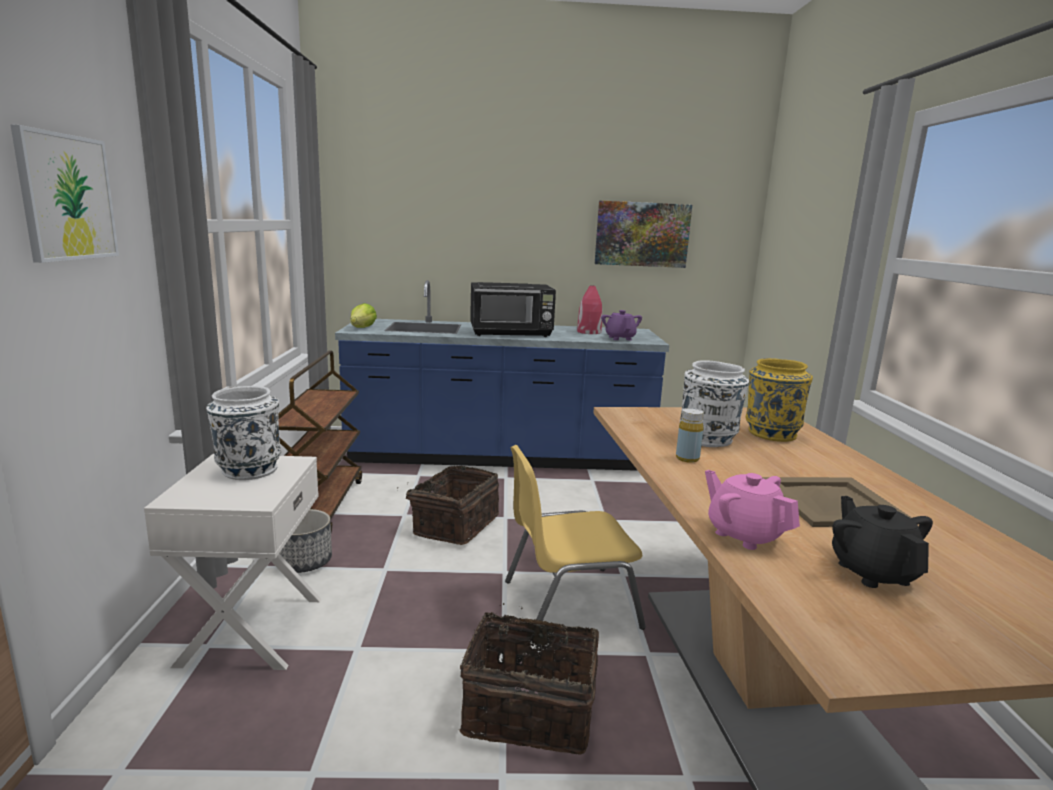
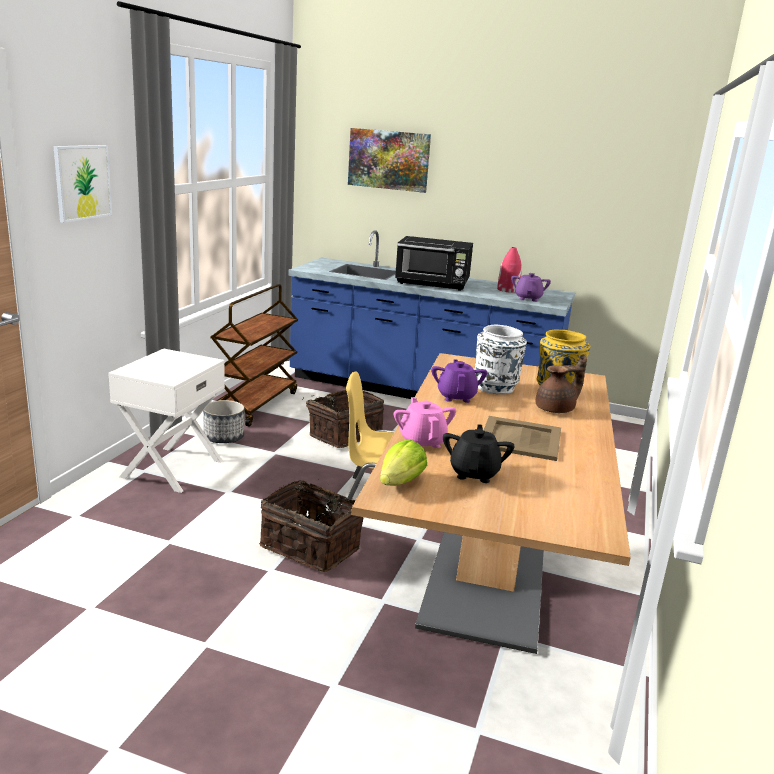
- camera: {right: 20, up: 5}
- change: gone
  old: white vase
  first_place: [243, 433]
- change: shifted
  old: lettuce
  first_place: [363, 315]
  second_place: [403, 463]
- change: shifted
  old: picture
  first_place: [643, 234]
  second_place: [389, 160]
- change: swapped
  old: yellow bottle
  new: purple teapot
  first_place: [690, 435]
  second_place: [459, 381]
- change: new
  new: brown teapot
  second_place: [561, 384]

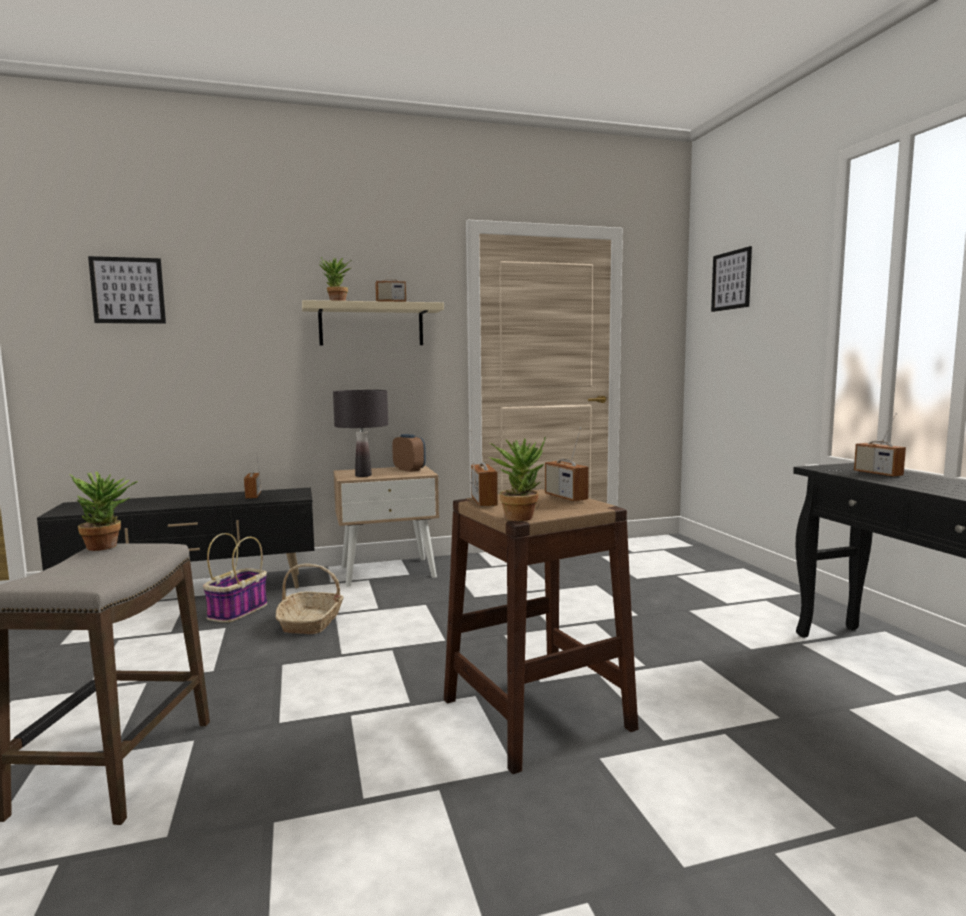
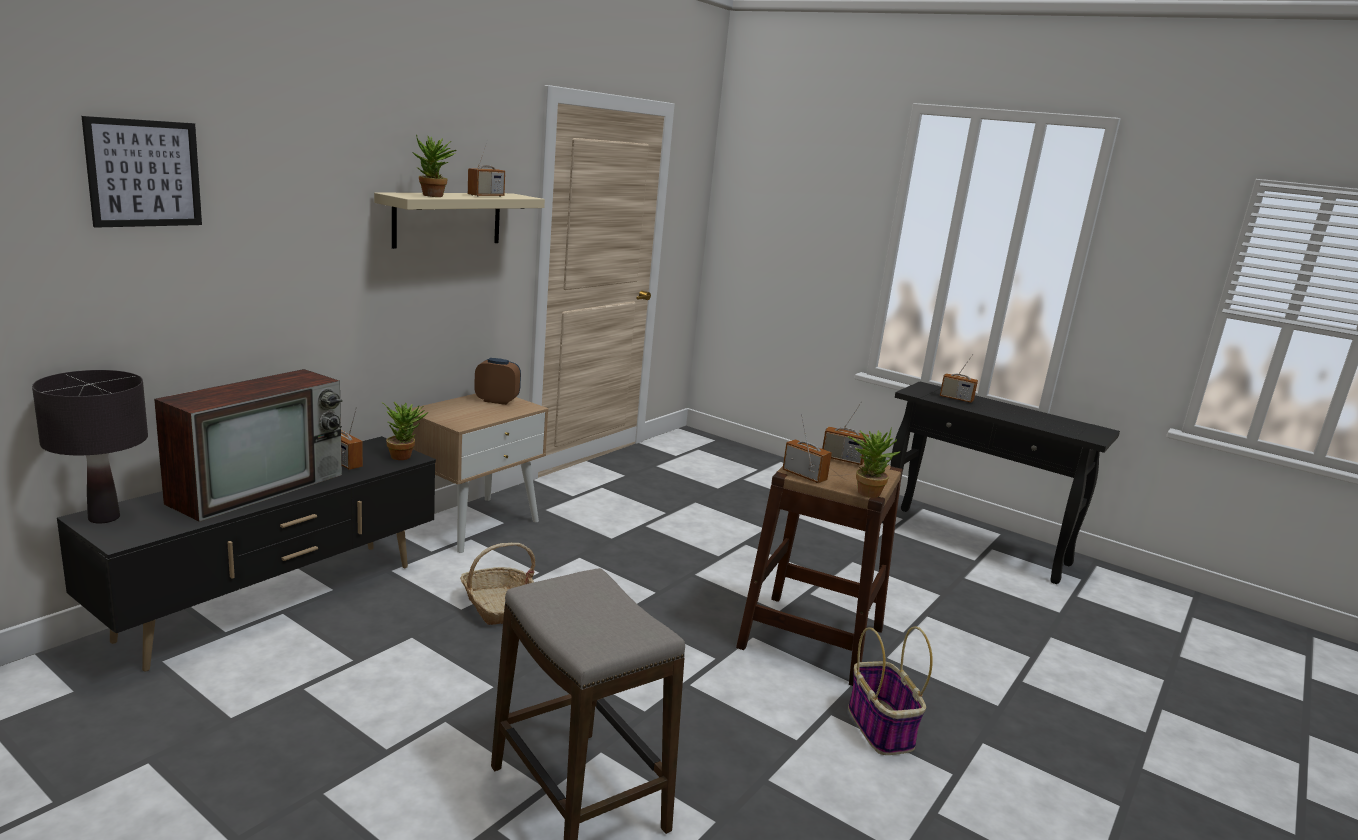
- camera: {right: -40, up: 10}
- change: shifted
  old: potted plant
  first_place: [104, 511]
  second_place: [405, 431]
- change: shifted
  old: basket
  first_place: [235, 578]
  second_place: [890, 690]
- change: shifted
  old: black table lamp
  first_place: [360, 433]
  second_place: [90, 447]
- change: gone
  old: picture
  first_place: [731, 279]
- change: new
  new: television
  second_place: [248, 445]

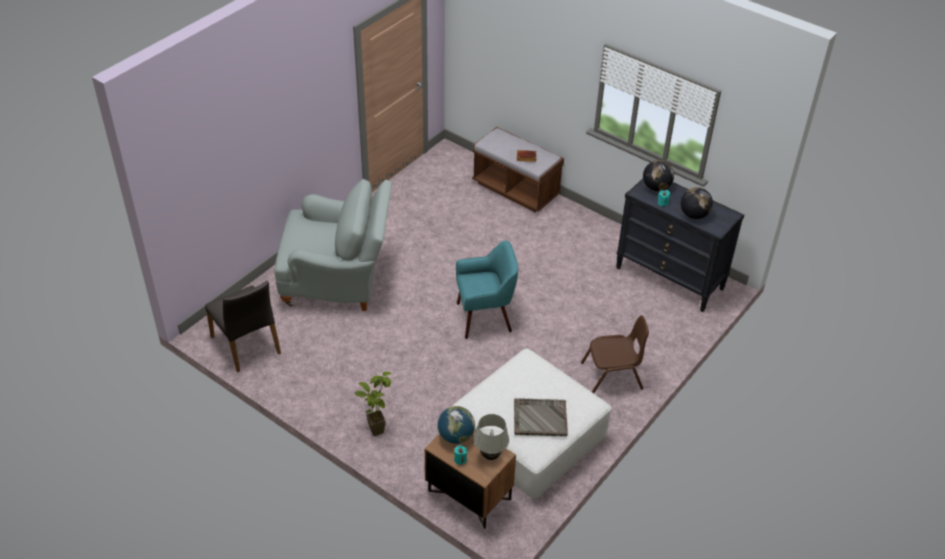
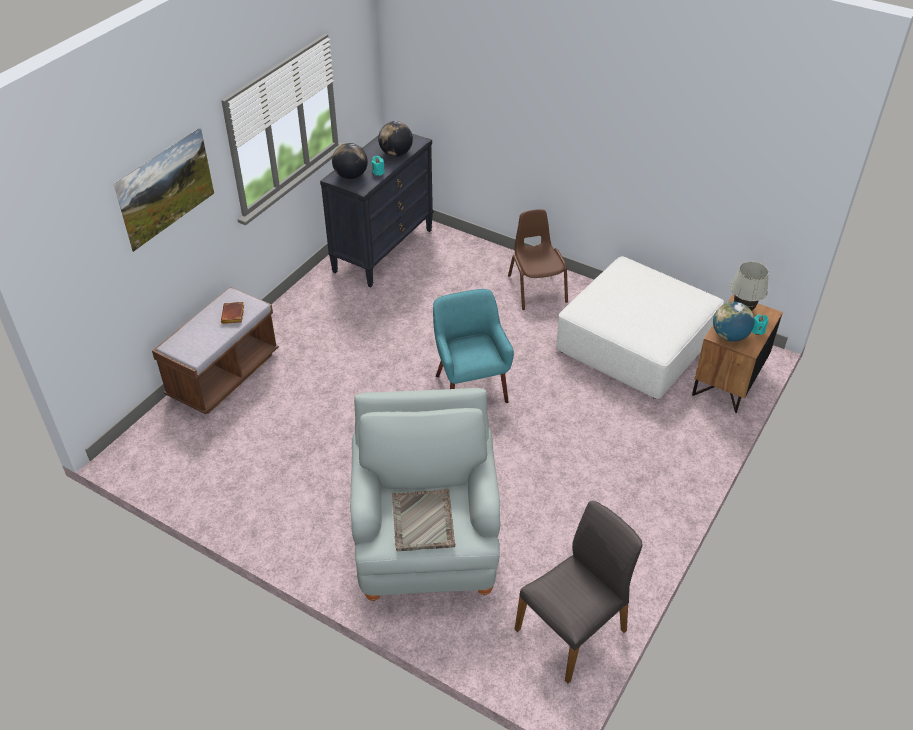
- camera: {right: -95, up: 0}
- change: gone
  old: potted plant
  first_place: [373, 404]
- change: shifted
  old: grey tray
  first_place: [541, 417]
  second_place: [423, 520]
- change: new
  new: picture
  second_place: [164, 189]

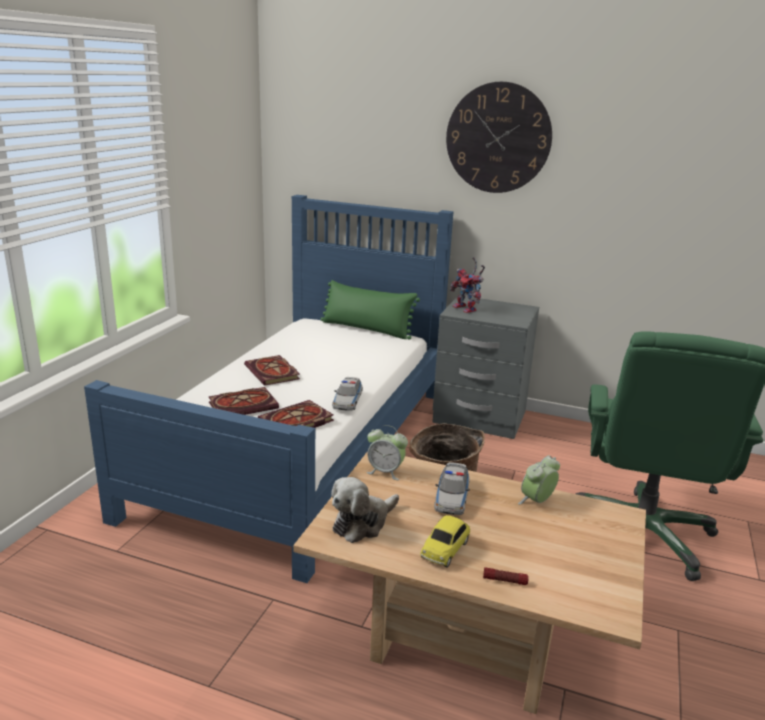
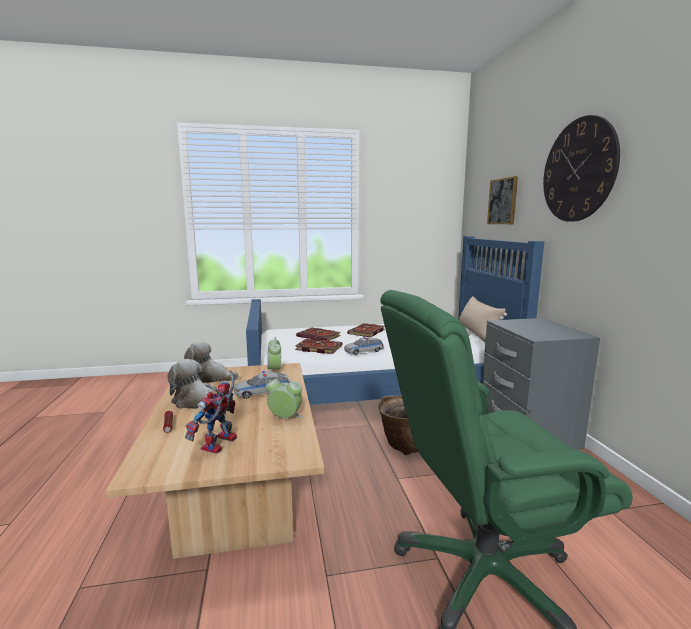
- camera: {right: 60, up: -10}
- change: repainted
  old: green pillow
  new: beige pillow
  first_place: [370, 310]
  second_place: [483, 319]
- change: swapped
  old: toy car
  new: plush toy
  first_place: [445, 541]
  second_place: [191, 384]
- change: shifted
  old: toy robot
  first_place: [467, 285]
  second_place: [211, 412]
- change: new
  new: picture
  second_place: [502, 200]

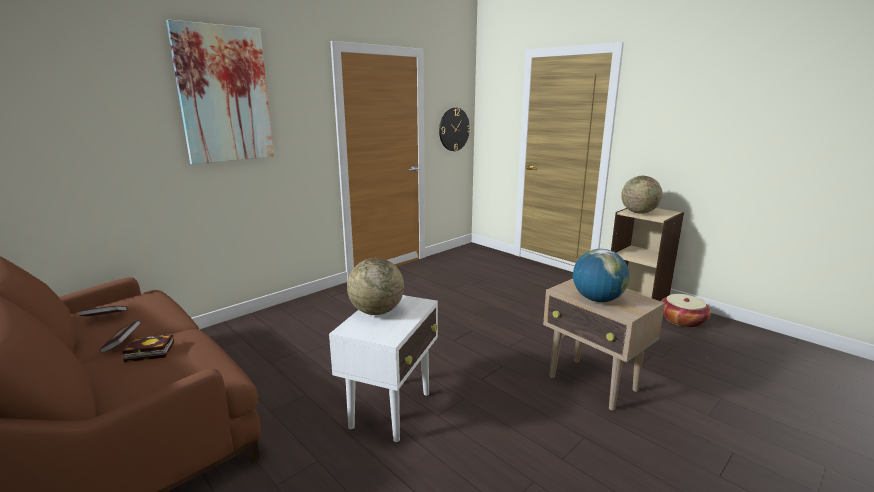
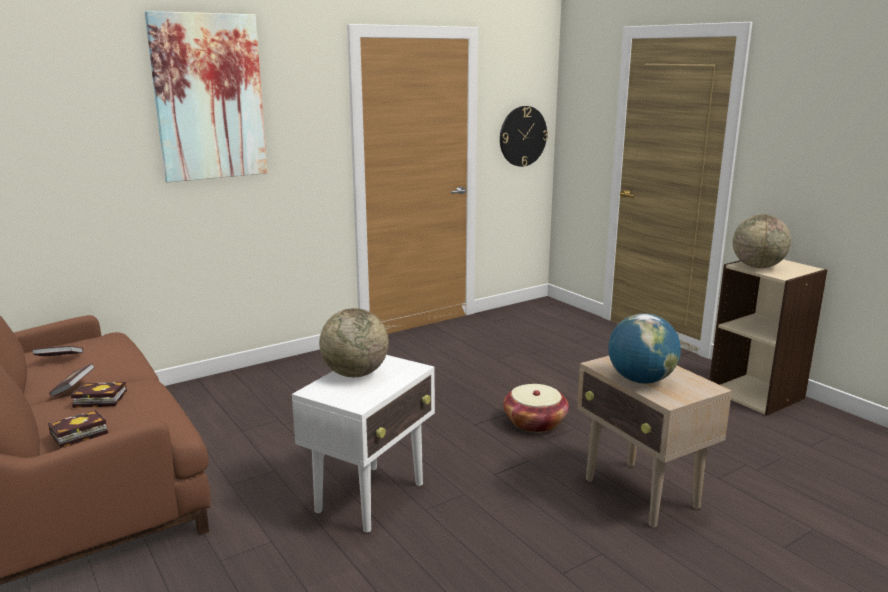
- camera: {right: 10, up: 0}
- change: shifted
  old: basket
  first_place: [686, 311]
  second_place: [536, 408]
- change: new
  new: book
  second_place: [78, 429]

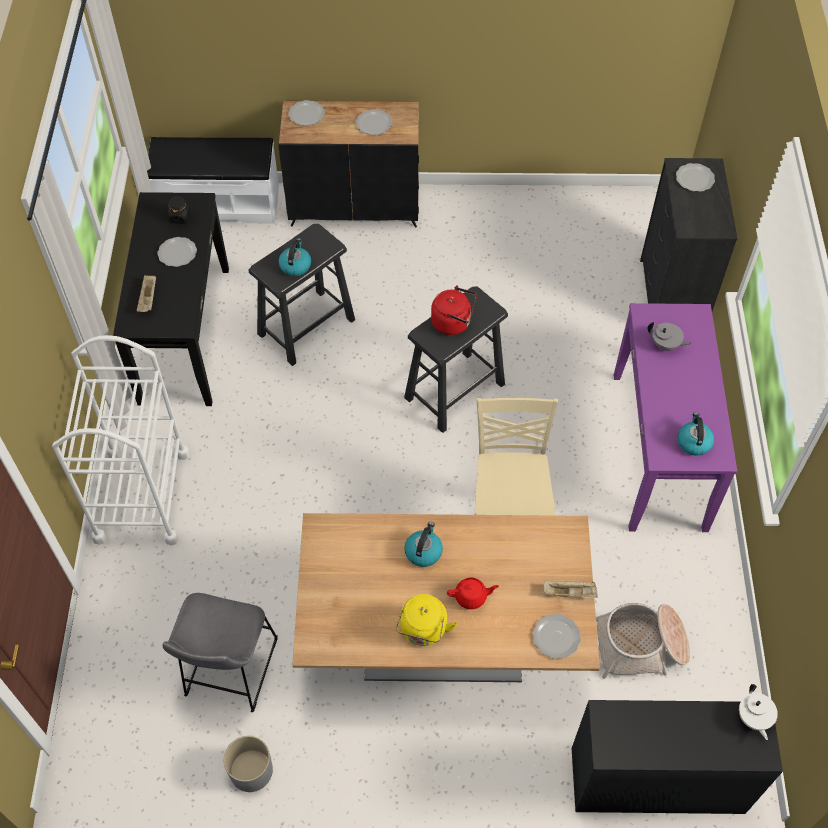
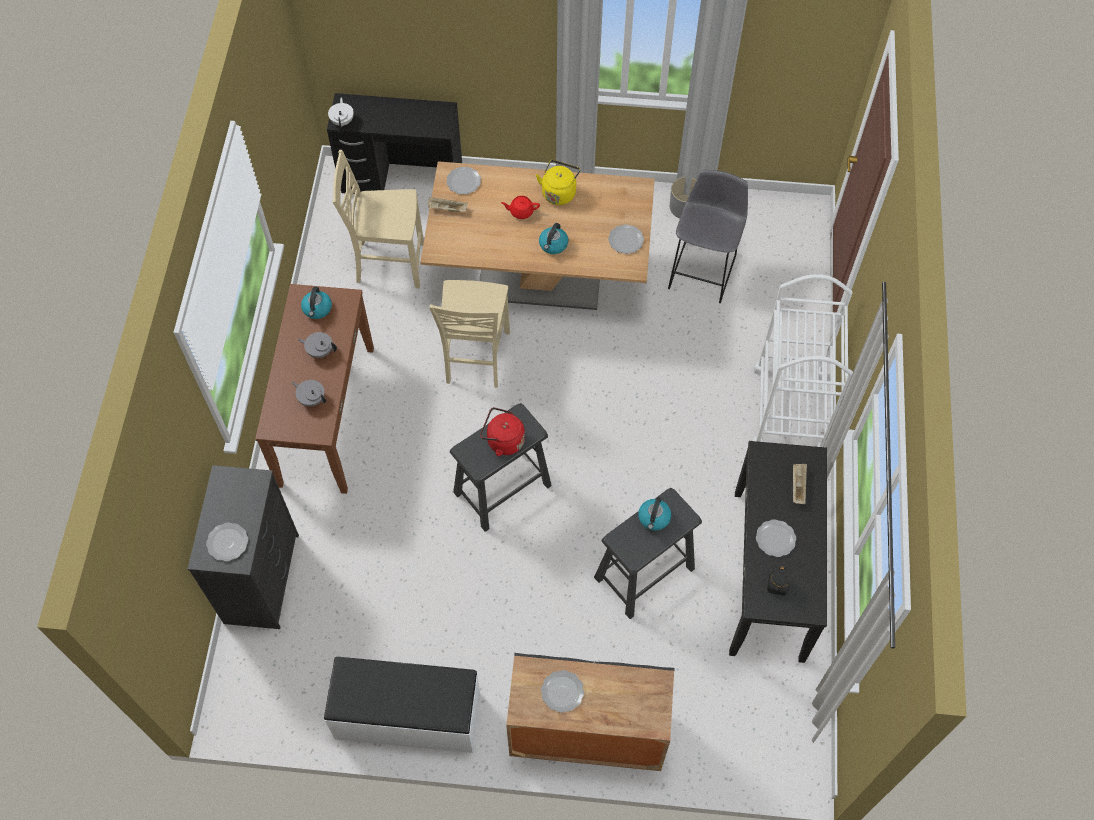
- camera: {right: -175, up: 5}
- change: shifted
  old: white bench
  first_place: [213, 180]
  second_place: [402, 705]
- change: shifted
  old: plate
  first_place: [306, 113]
  second_place: [626, 239]
- change: swapped
  old: basket
  new: beige chair
  first_place: [643, 641]
  second_place: [378, 219]
- change: repainted
  old: purple console table
  new: brown console table
  first_place: [675, 417]
  second_place: [314, 389]
- change: new
  new: grey teapot
  second_place: [317, 345]

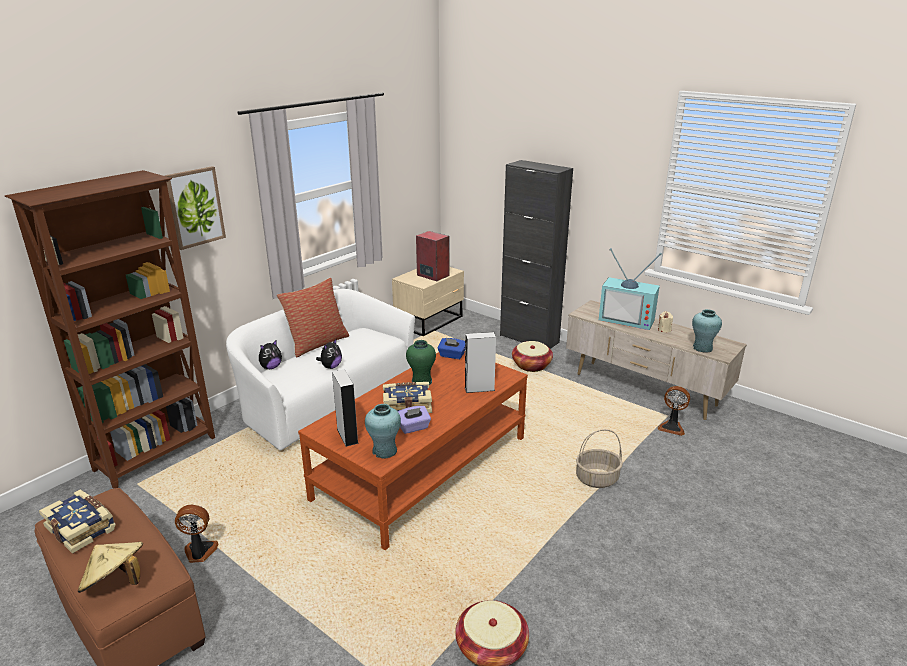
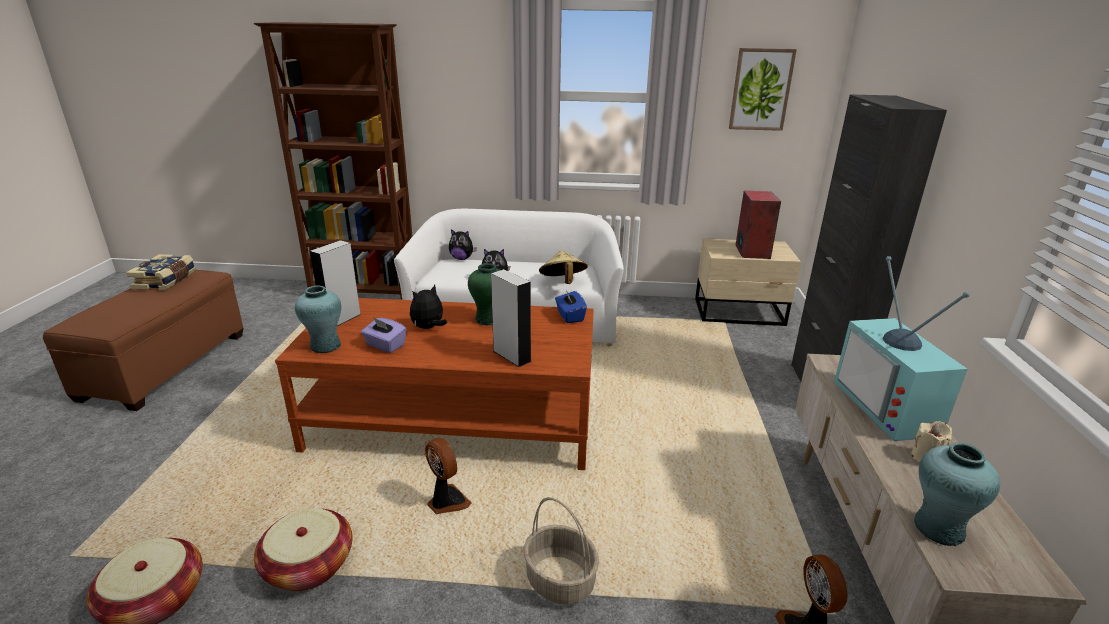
- camera: {right: 55, up: 0}
- change: shifted
  old: beige hat
  first_place: [110, 567]
  second_place: [563, 267]
- change: shifted
  old: picture
  first_place: [195, 208]
  second_place: [763, 89]
- change: shifted
  old: fan
  first_place: [196, 534]
  second_place: [448, 475]
- change: gone
  old: pillow
  first_place: [313, 318]
- change: swapped
  old: book
  new: plush toy
  first_place: [407, 397]
  second_place: [428, 307]
- change: shifted
  old: basket
  first_place: [532, 356]
  second_place: [303, 549]

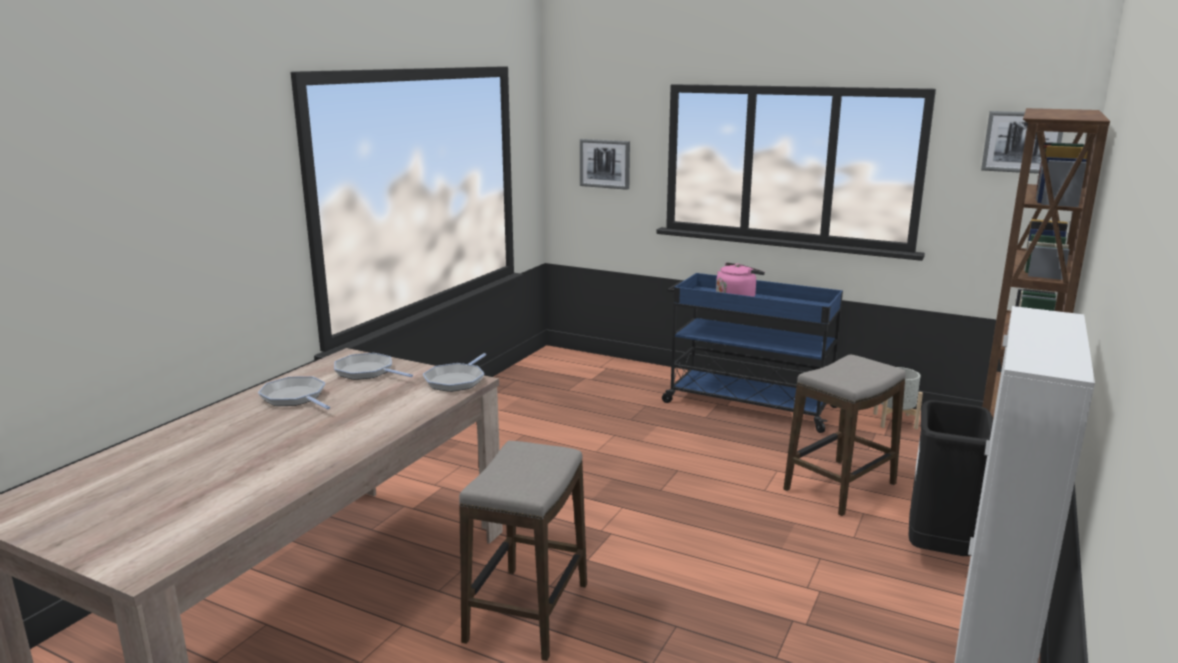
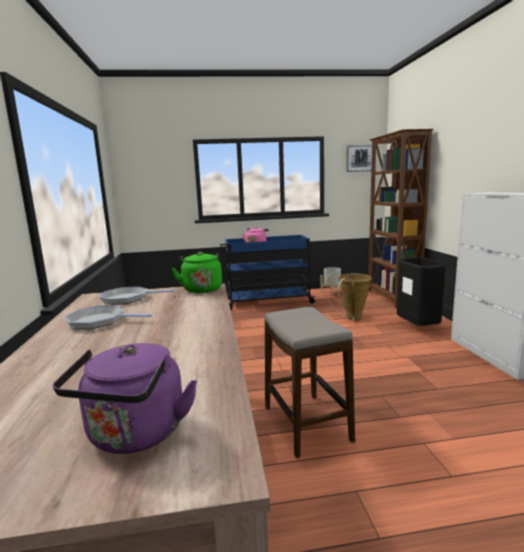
- camera: {right: -35, up: -5}
- change: swapped
  old: frying pan
  new: green kettle
  first_place: [454, 372]
  second_place: [197, 272]
- change: gone
  old: picture
  first_place: [605, 164]
- change: swapped
  old: stool
  new: basket
  first_place: [844, 435]
  second_place: [347, 297]
- change: new
  new: purple kettle
  second_place: [125, 398]

